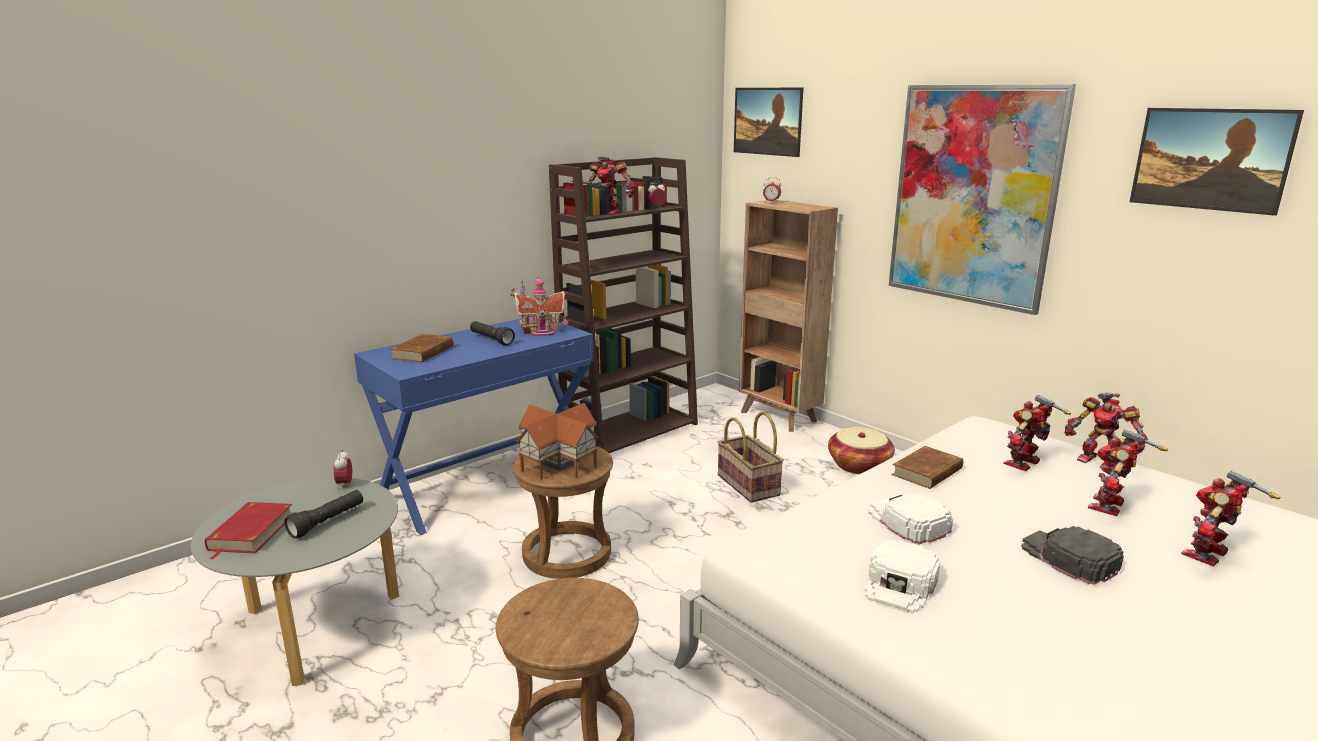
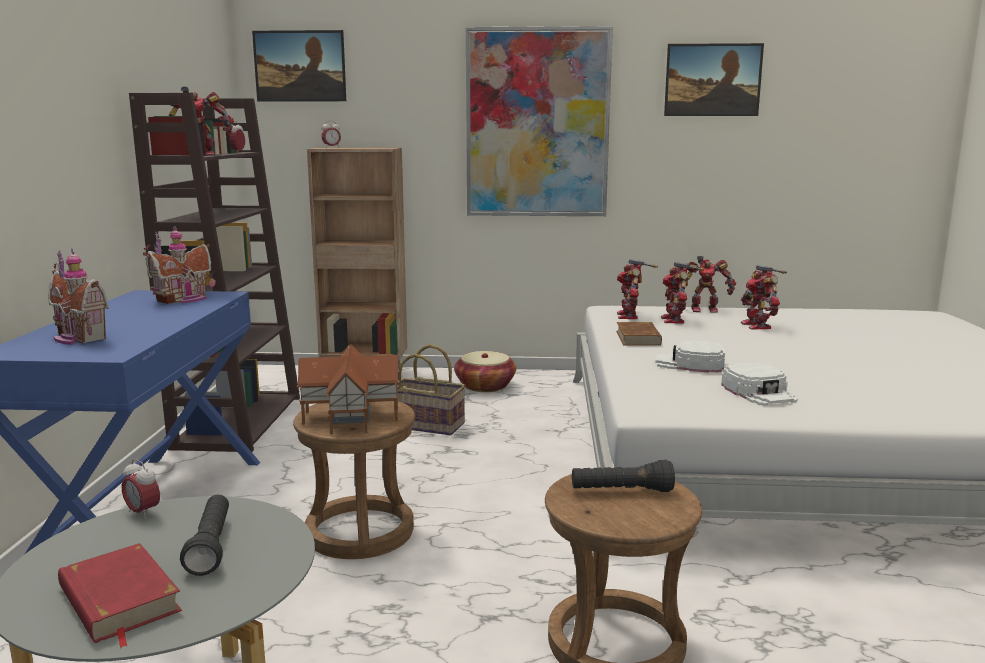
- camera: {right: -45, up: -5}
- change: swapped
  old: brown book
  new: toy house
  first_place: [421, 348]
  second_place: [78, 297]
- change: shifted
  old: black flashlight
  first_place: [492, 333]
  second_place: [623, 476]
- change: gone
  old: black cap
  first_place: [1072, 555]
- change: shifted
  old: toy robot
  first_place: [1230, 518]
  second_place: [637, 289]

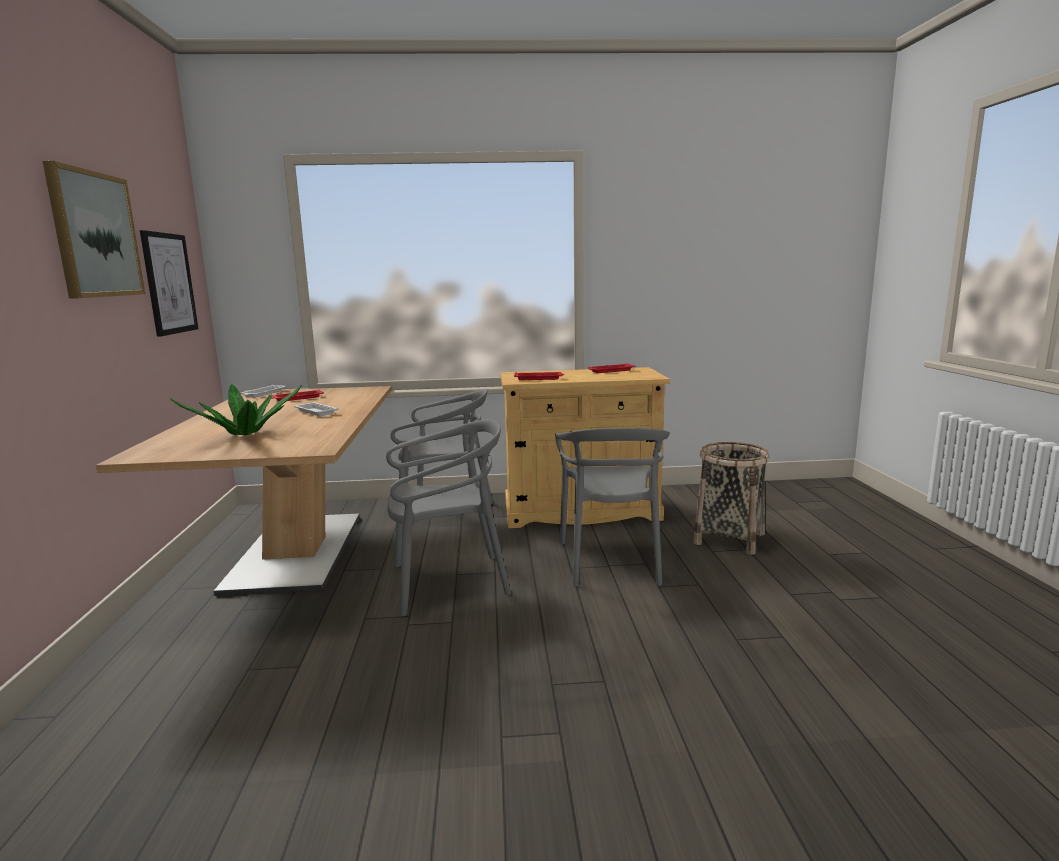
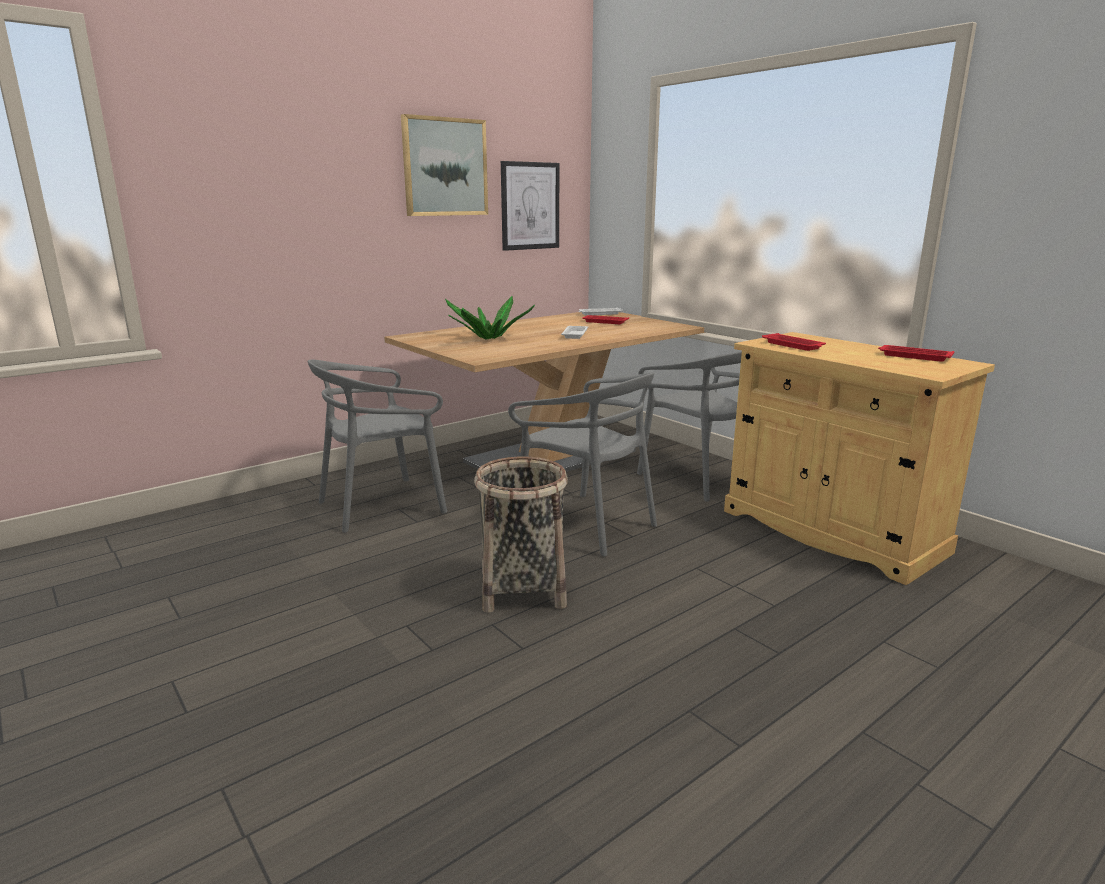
- camera: {right: 55, up: 5}
- change: shifted
  old: grey chair
  first_place: [612, 507]
  second_place: [377, 446]
- change: shifted
  old: basket
  first_place: [731, 498]
  second_place: [521, 535]

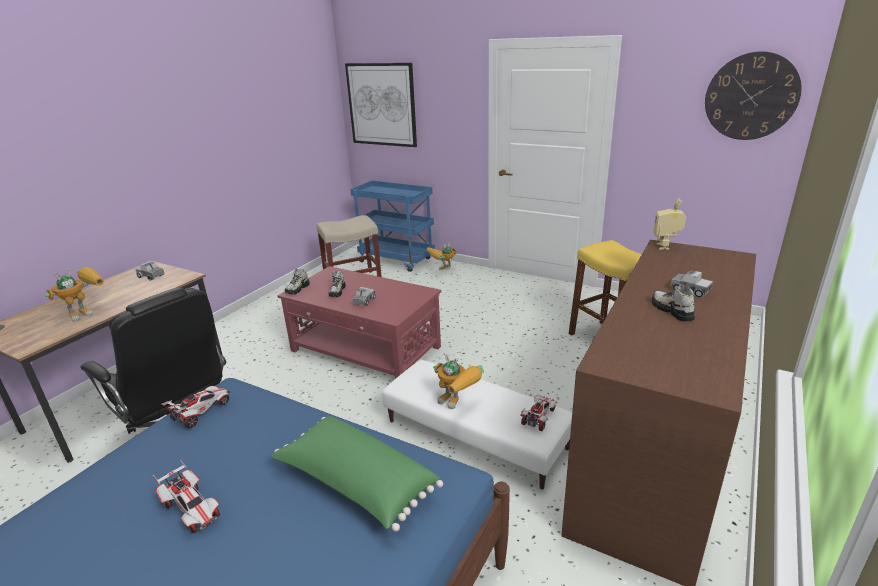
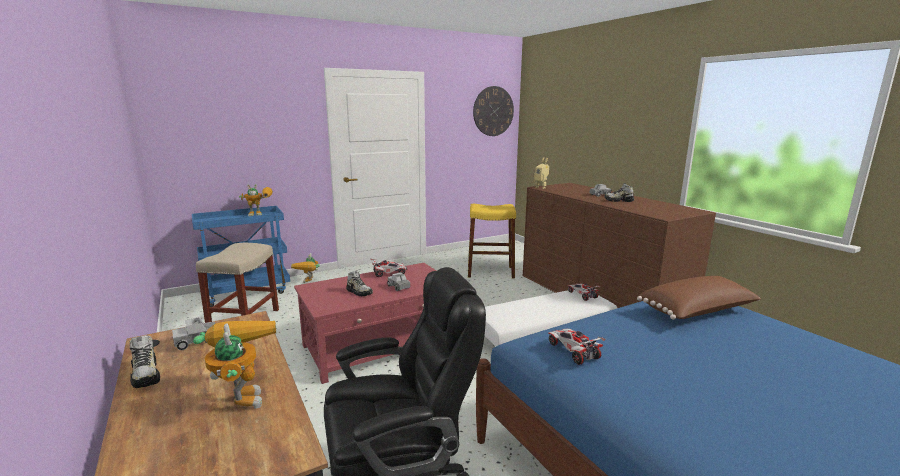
- camera: {right: -60, up: -10}
- change: shifted
  old: toy car
  first_place: [186, 496]
  second_place: [389, 268]
- change: repainted
  old: green pillow
  new: brown pillow
  first_place: [357, 474]
  second_place: [699, 298]
- change: shifted
  old: shoe
  first_place: [297, 282]
  second_place: [145, 361]
- change: gone
  old: picture
  first_place: [381, 105]
- change: shifted
  old: toy robot
  first_place: [458, 381]
  second_place: [256, 200]

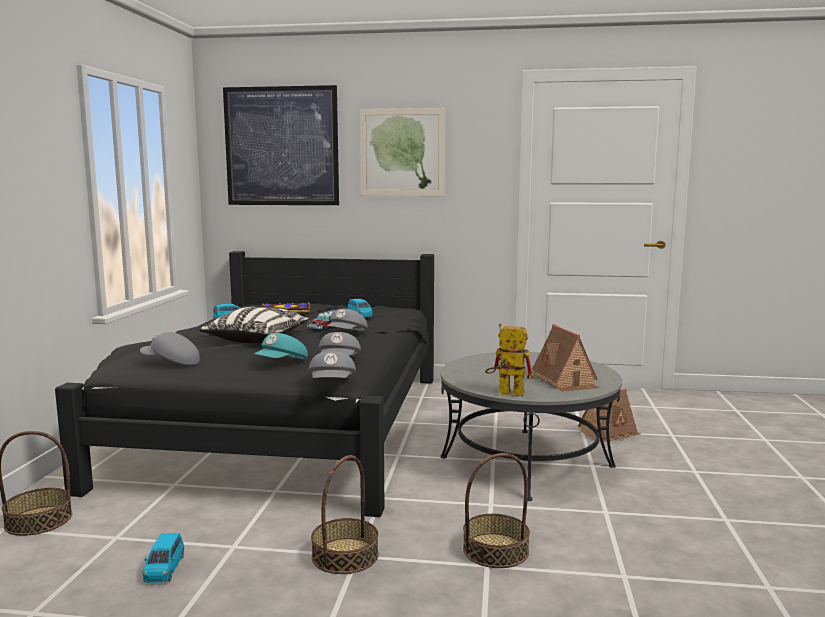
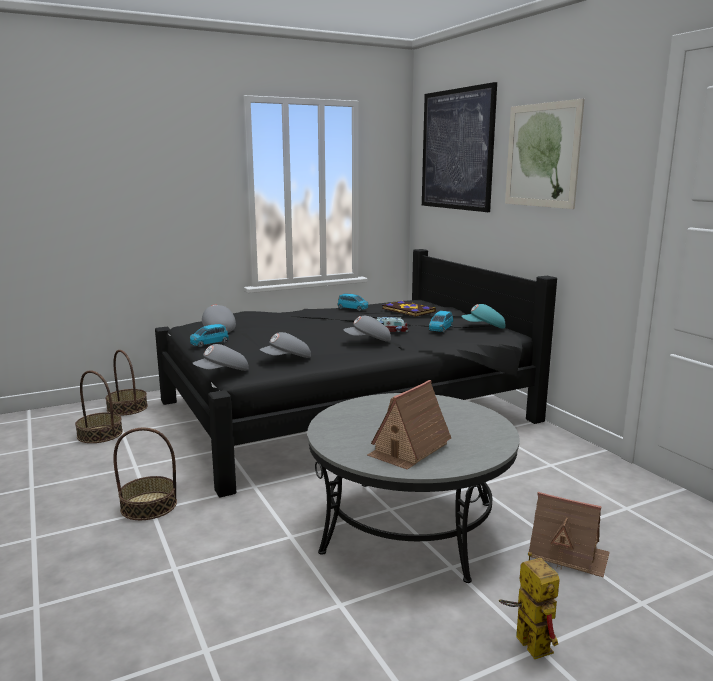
- camera: {right: 55, up: 5}
- change: shifted
  old: blue toy car
  first_place: [163, 558]
  second_place: [209, 335]
- change: gone
  old: pillow
  first_place: [254, 325]
- change: shifted
  old: turquoise cap
  first_place: [281, 346]
  second_place: [483, 316]
- change: shifted
  old: basket
  first_place: [496, 510]
  second_place: [99, 406]
- change: shifted
  old: toy robot
  first_place: [509, 359]
  second_place: [529, 605]

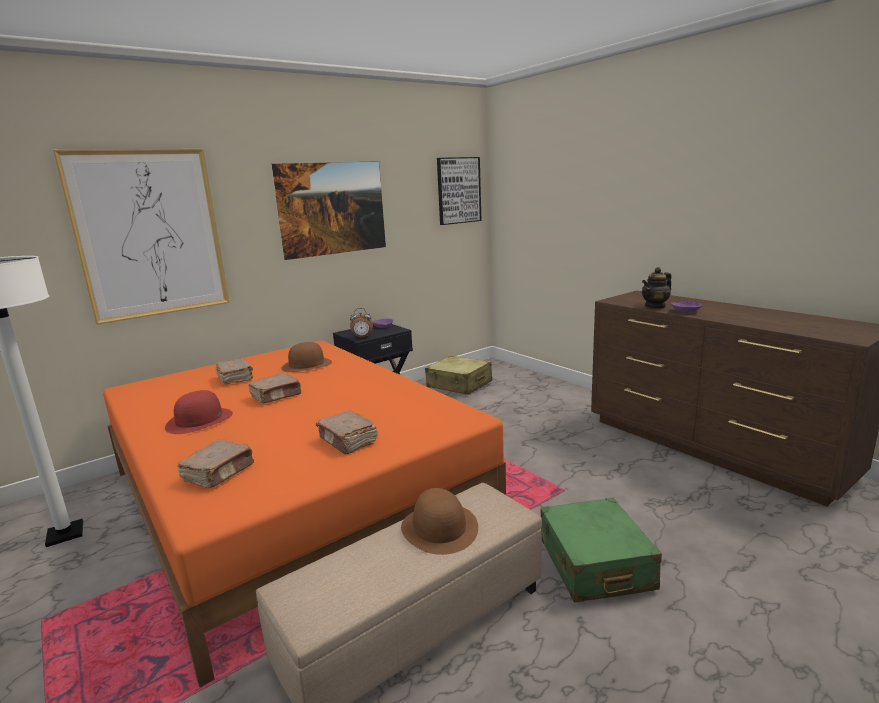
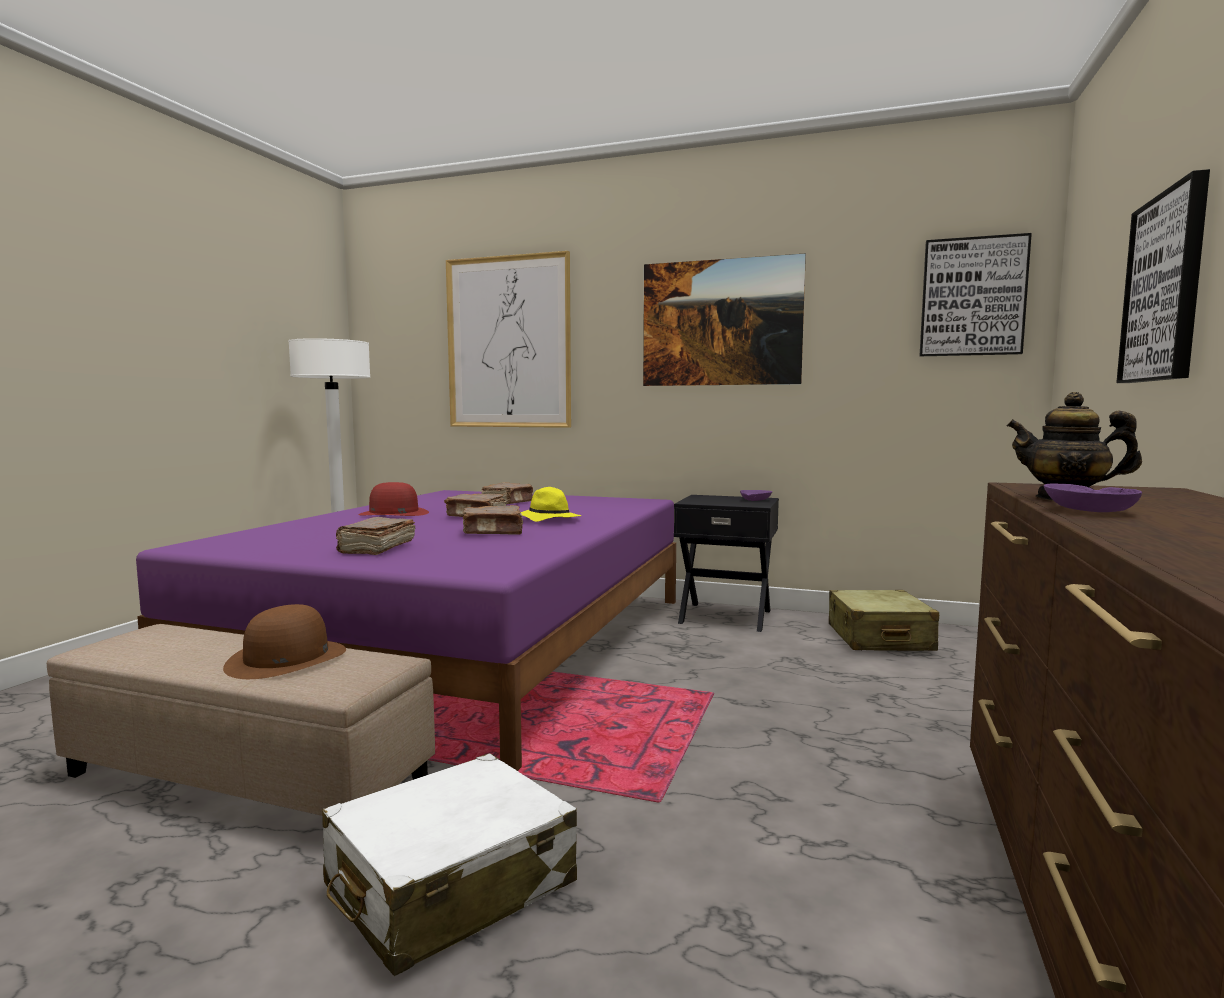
- camera: {right: 55, up: -10}
- change: repainted
  old: orange bed
  new: purple bed
  first_place: [304, 513]
  second_place: [406, 630]
- change: shifted
  old: brown book
  first_place: [215, 463]
  second_place: [493, 520]
- change: gone
  old: brown hat
  first_place: [306, 357]
- change: gone
  old: alarm clock
  first_place: [361, 323]
- change: repainted
  old: green suitcase
  new: white suitcase
  first_place: [601, 550]
  second_place: [449, 864]
- change: new
  new: yellow hat
  second_place: [551, 504]
- change: new
  new: picture
  second_place: [1163, 276]

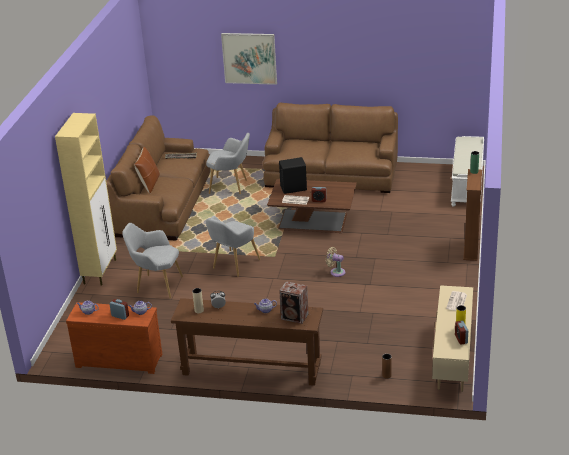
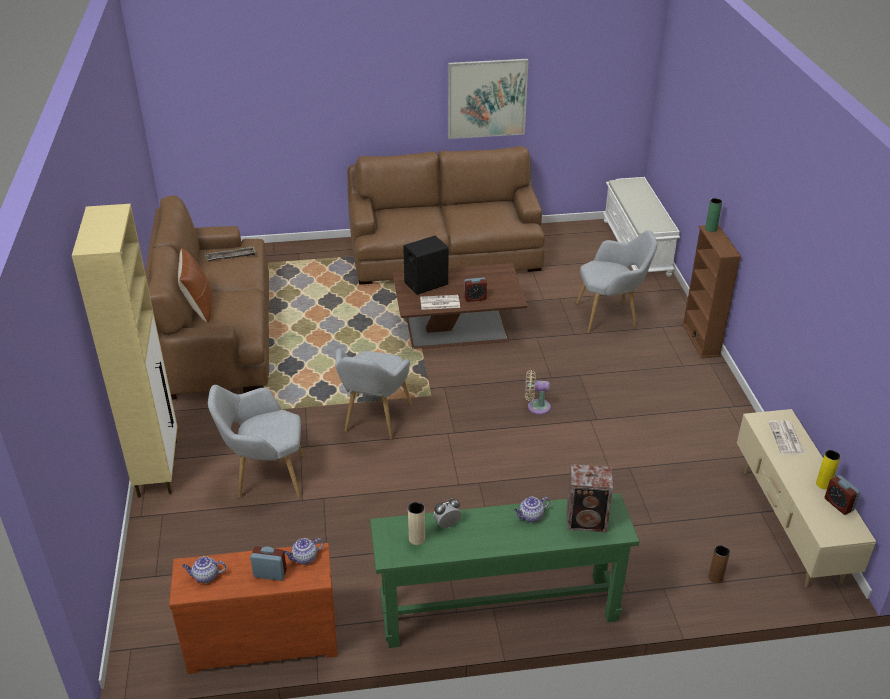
- camera: {right: -20, up: 5}
- change: repainted
  old: brown console table
  new: green console table
  first_place: [247, 342]
  second_place: [505, 570]
- change: shifted
  old: grey armchair
  first_place: [228, 163]
  second_place: [617, 281]
- change: shifted
  old: picture
  first_place: [249, 59]
  second_place: [488, 99]

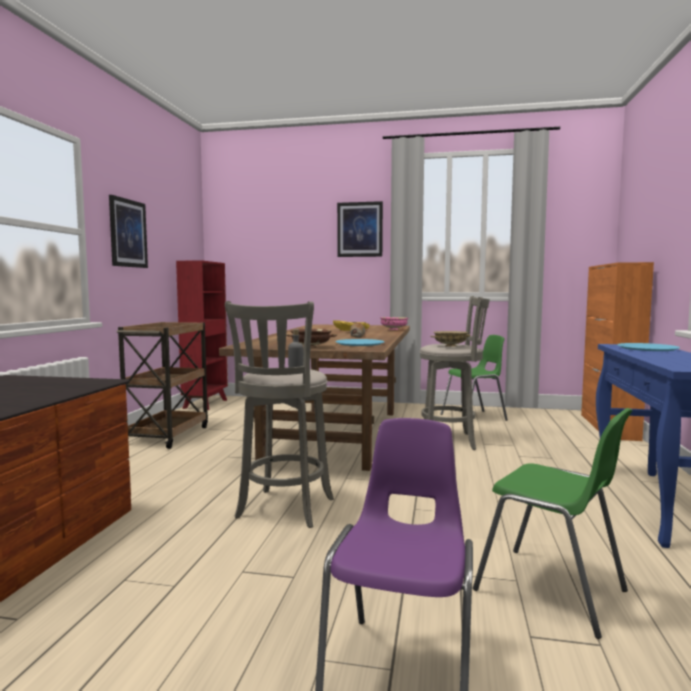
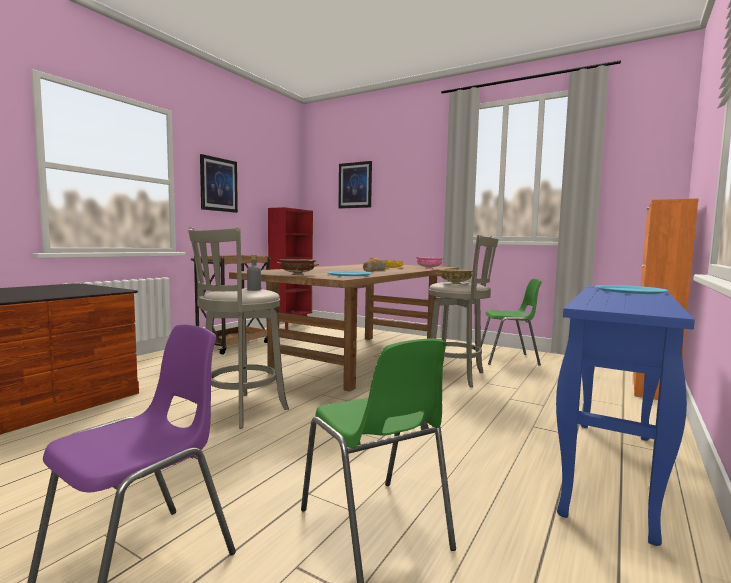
- camera: {right: 20, up: 0}
- change: shifted
  old: picture
  first_place: [360, 229]
  second_place: [355, 184]

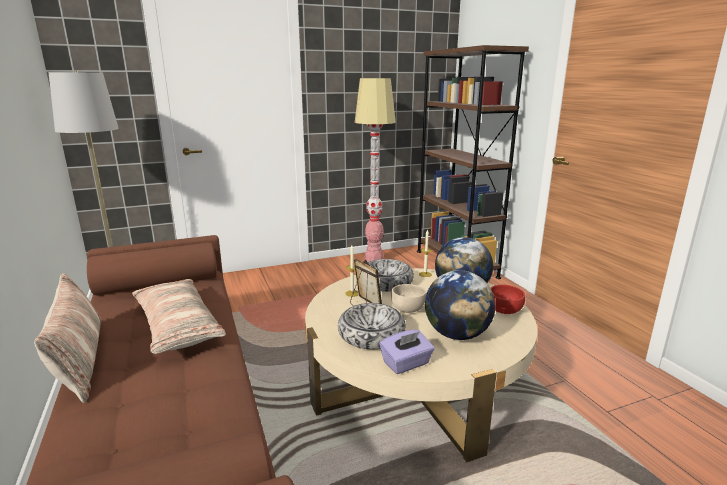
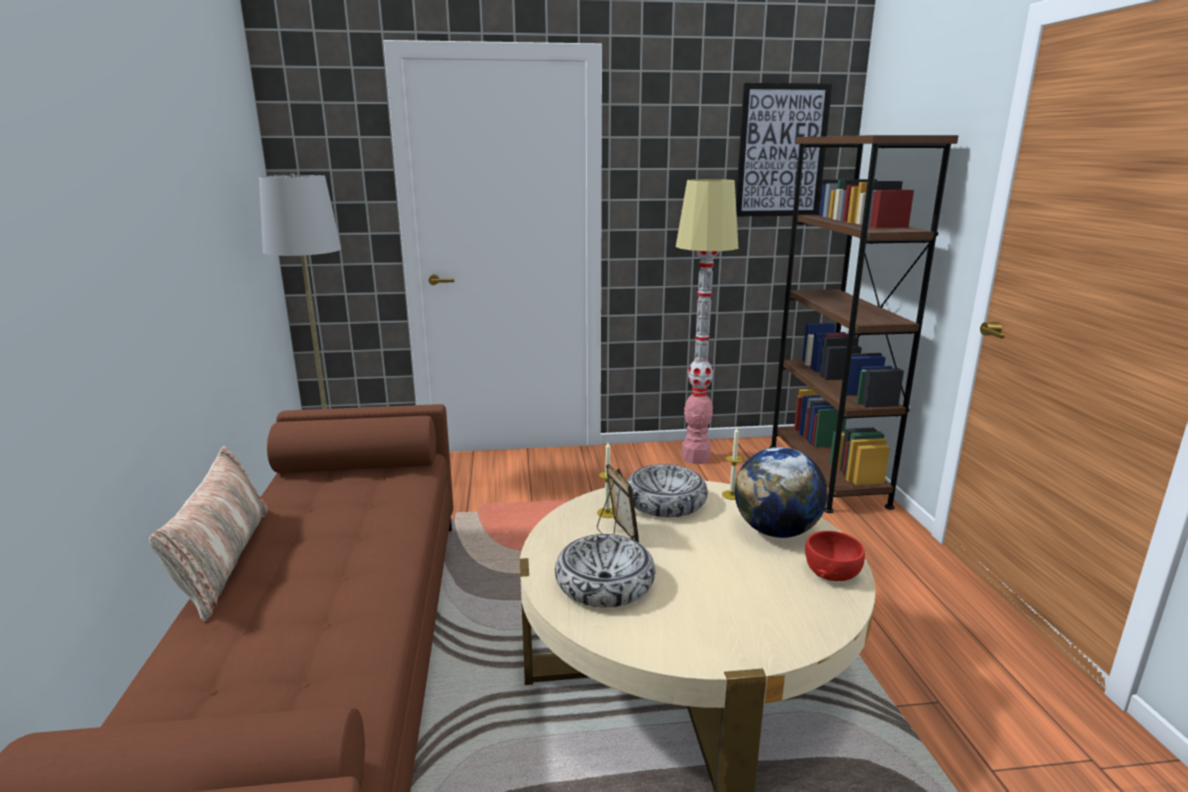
- camera: {right: 15, up: 0}
- change: gone
  old: pillow
  first_place: [179, 316]
- change: gone
  old: purple tissue box
  first_place: [406, 352]
- change: gone
  old: beige bowl
  first_place: [408, 298]
- change: gone
  old: globe
  first_place: [460, 305]
- change: new
  new: picture
  second_place: [784, 149]

